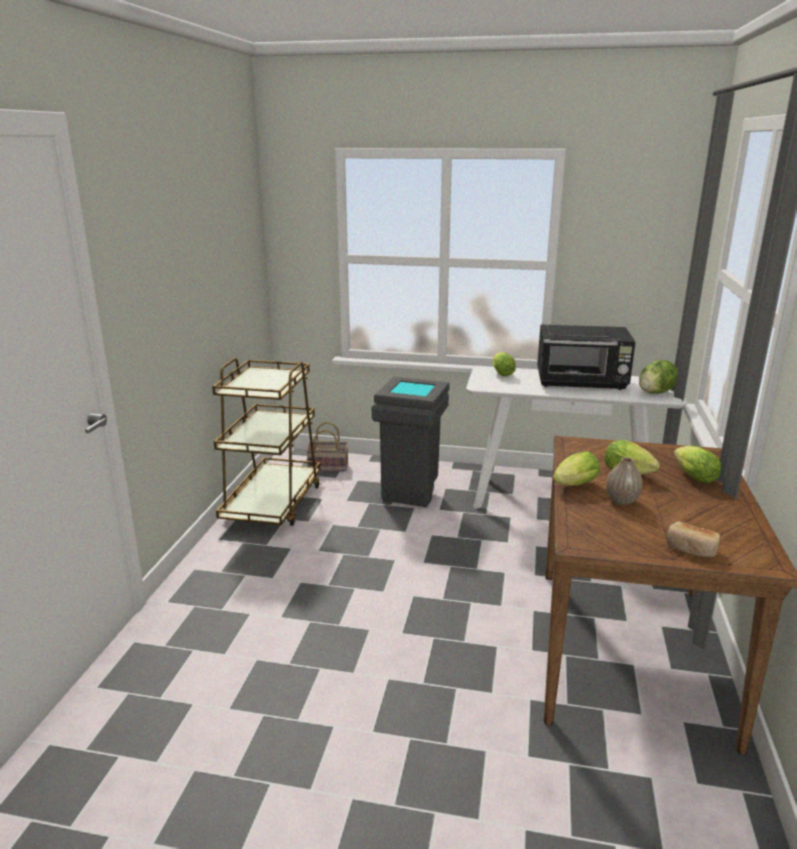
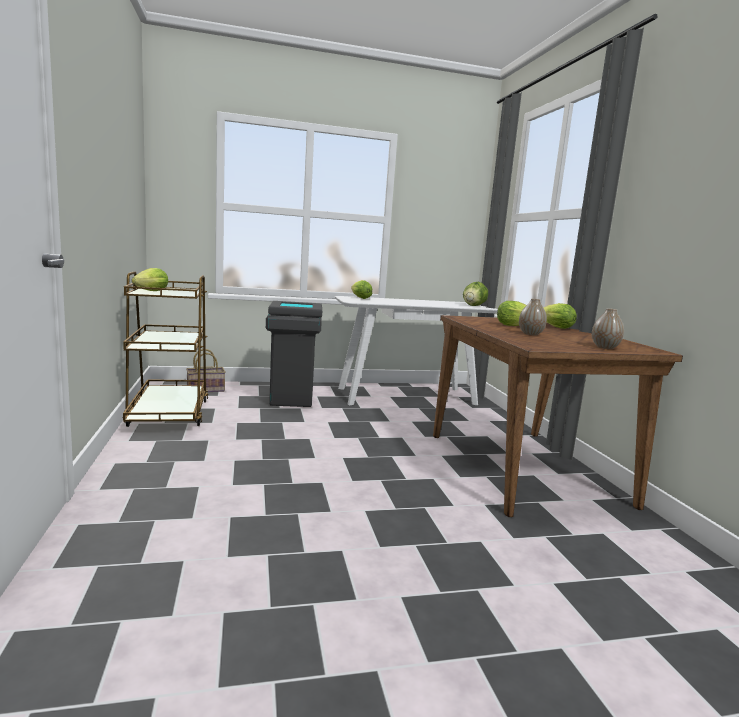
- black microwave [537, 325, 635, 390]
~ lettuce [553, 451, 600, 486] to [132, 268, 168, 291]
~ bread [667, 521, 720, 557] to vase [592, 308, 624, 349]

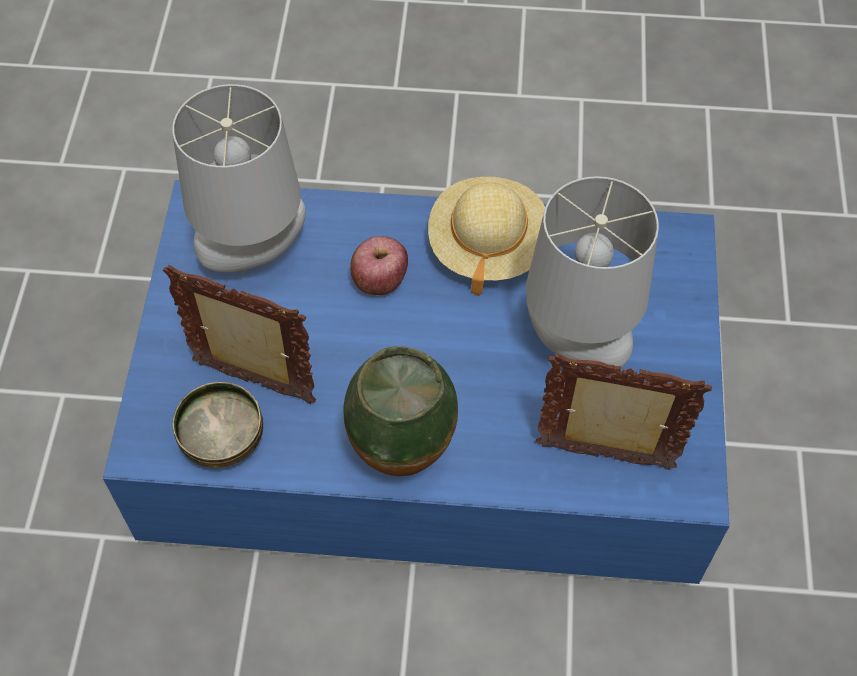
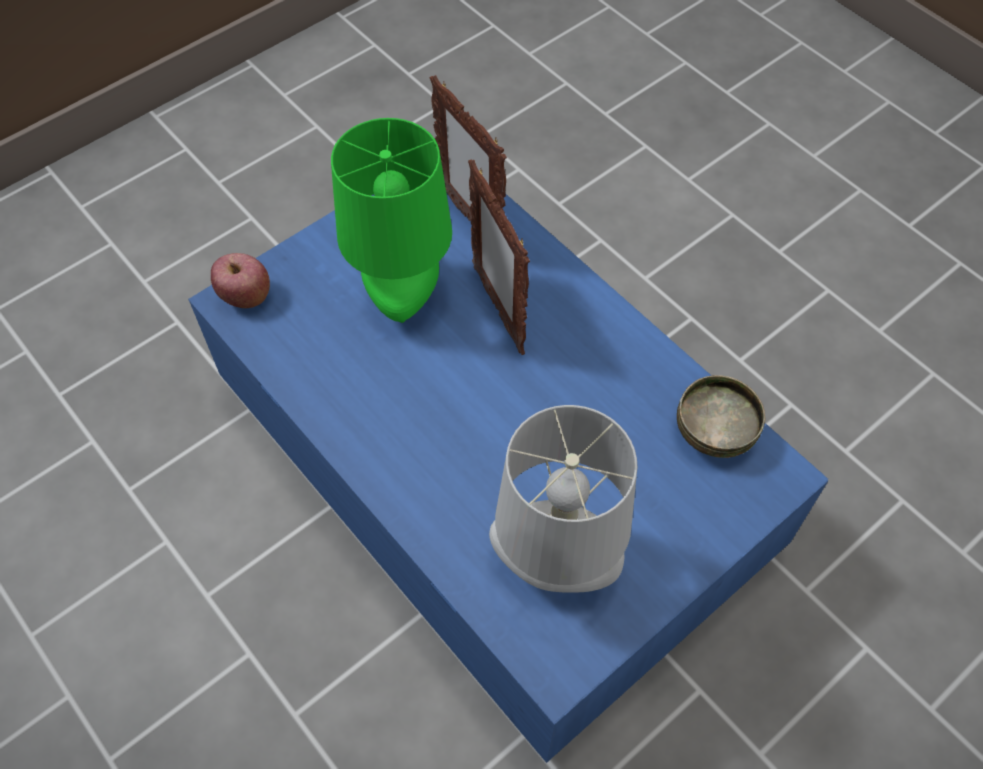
- vase [343, 346, 458, 476]
- beige hat [428, 177, 545, 296]
~ picture frame [163, 265, 316, 404] to [468, 159, 530, 355]
~ apple [350, 236, 408, 295] to [211, 253, 270, 308]
~ grey table lamp [526, 176, 659, 369] to green table lamp [331, 118, 452, 323]

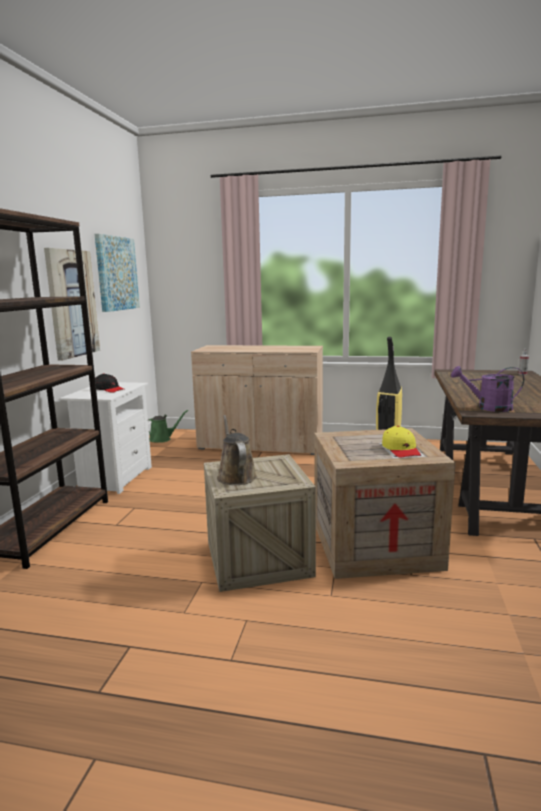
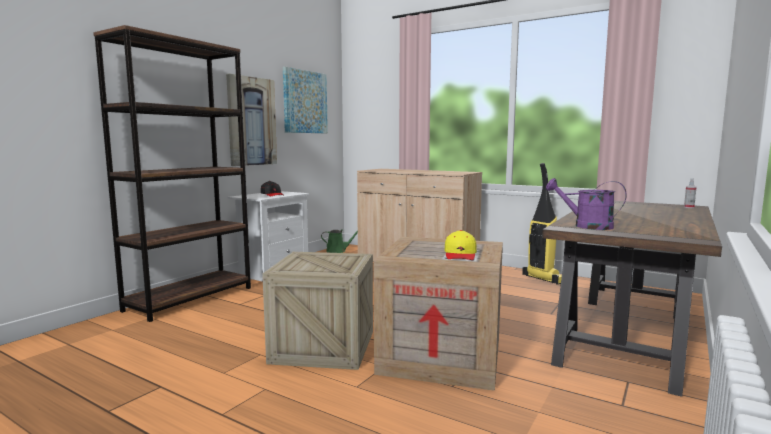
- brown watering can [217, 415, 257, 485]

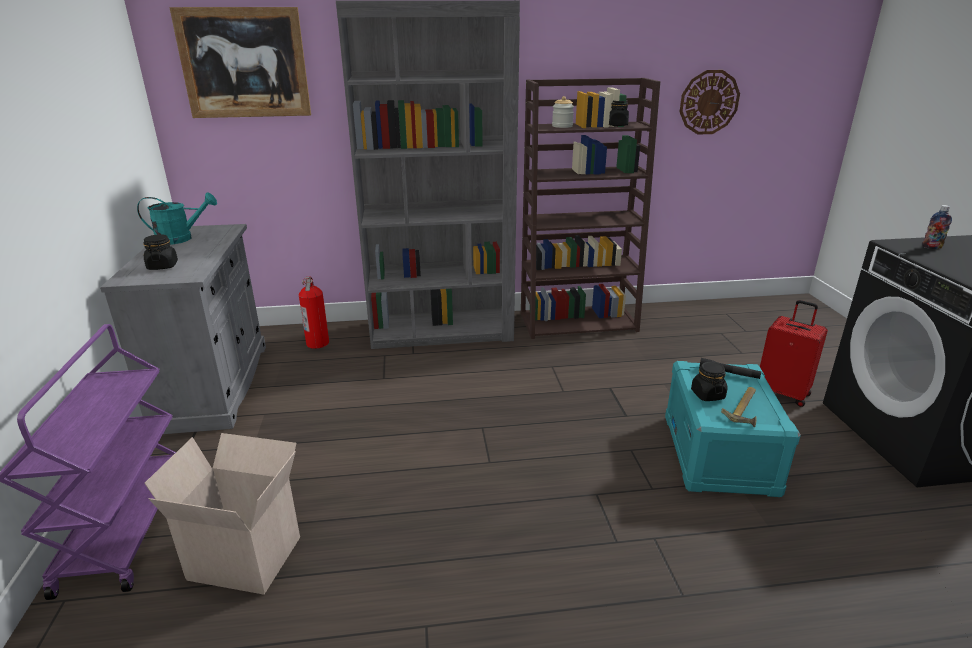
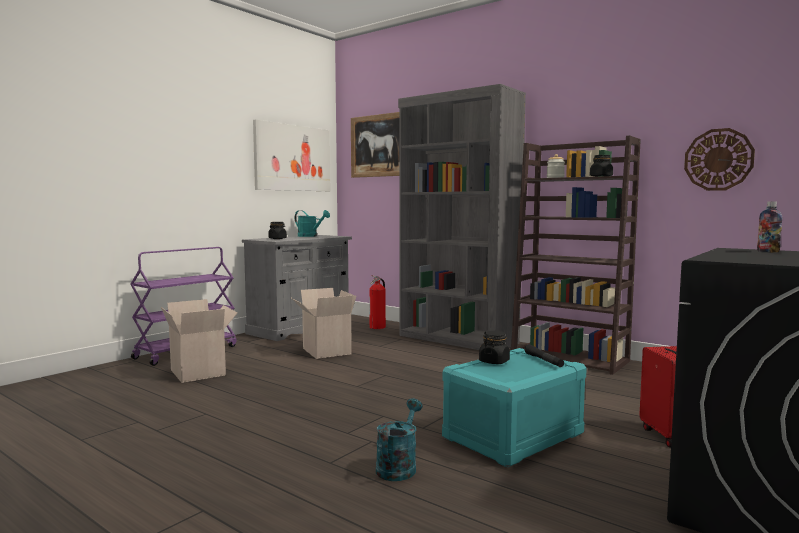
- hammer [721, 387, 757, 427]
+ picture [253, 120, 330, 191]
+ cardboard box [290, 288, 356, 359]
+ turquoise watering can [376, 398, 423, 481]

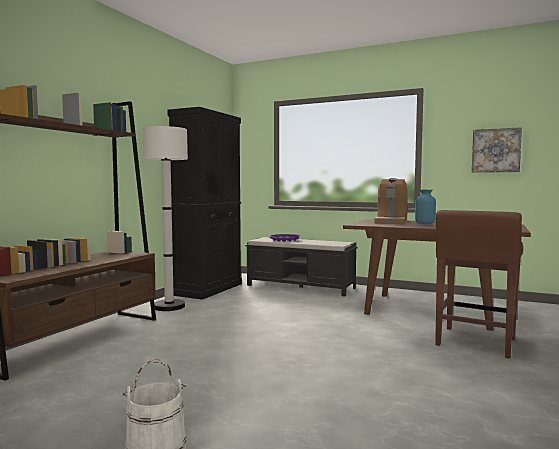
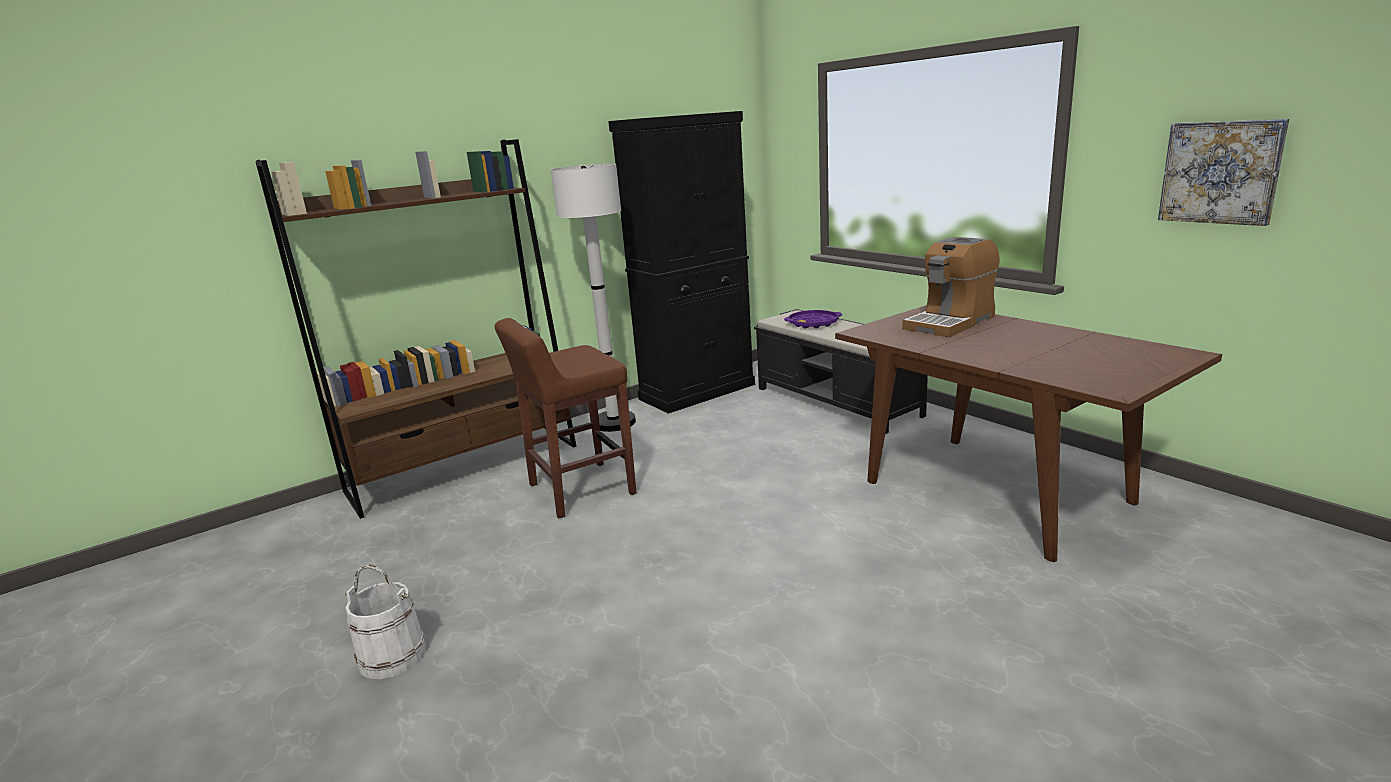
- blue vase [415, 190, 436, 224]
~ brown stool [435, 210, 523, 359] to [494, 318, 636, 518]

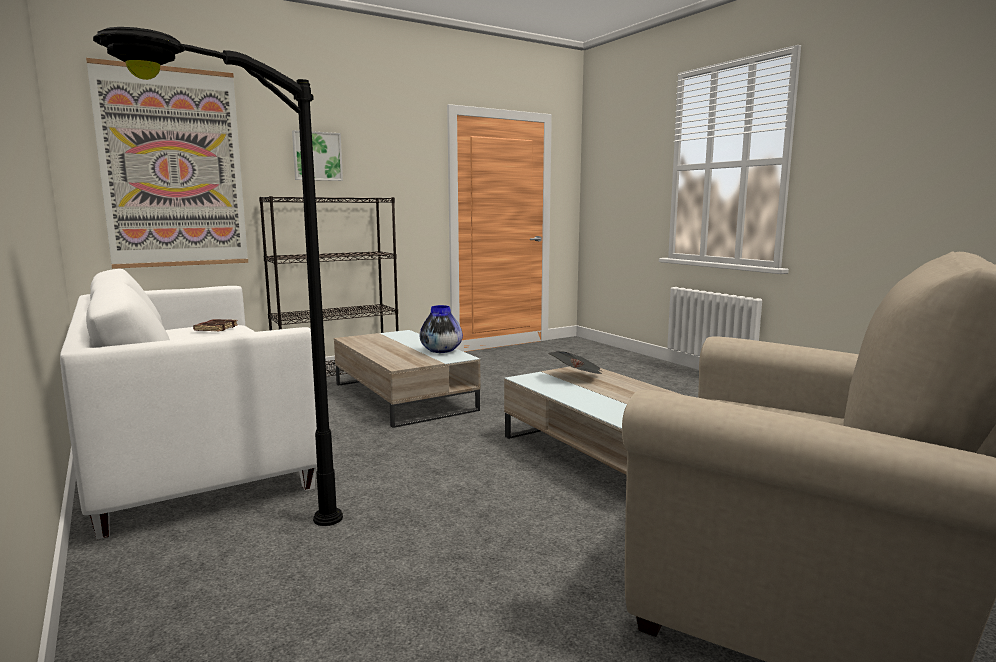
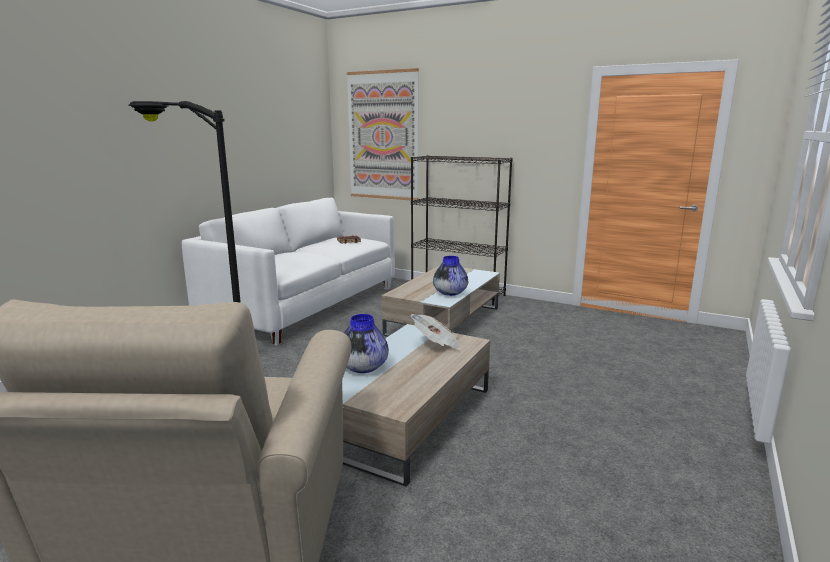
- picture [292, 130, 343, 181]
+ vase [344, 314, 389, 373]

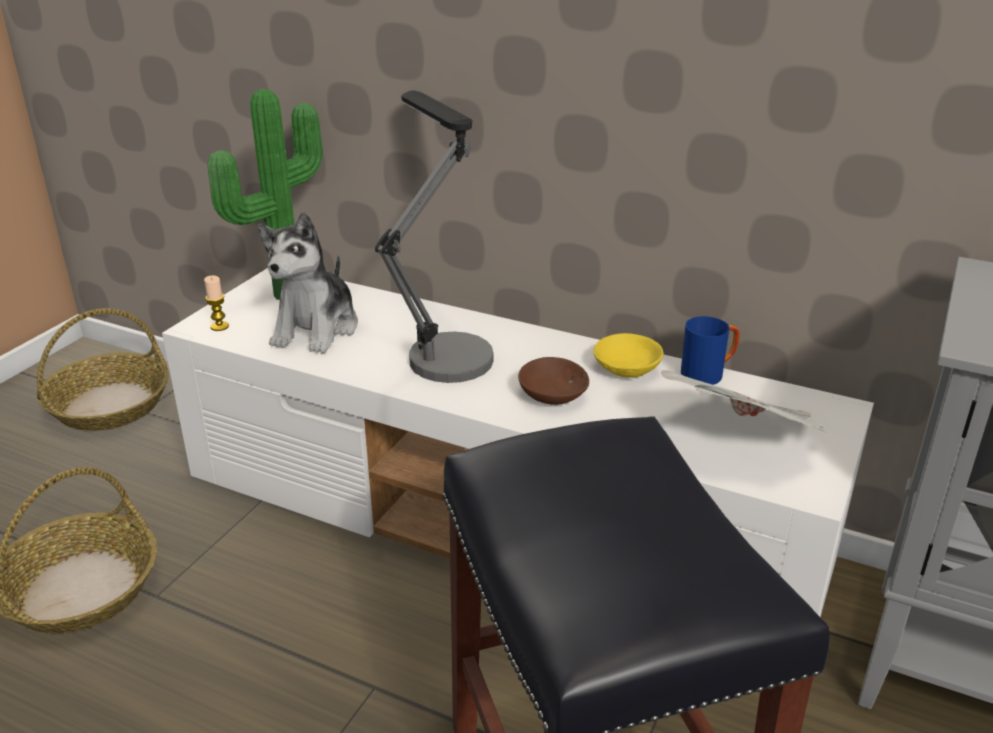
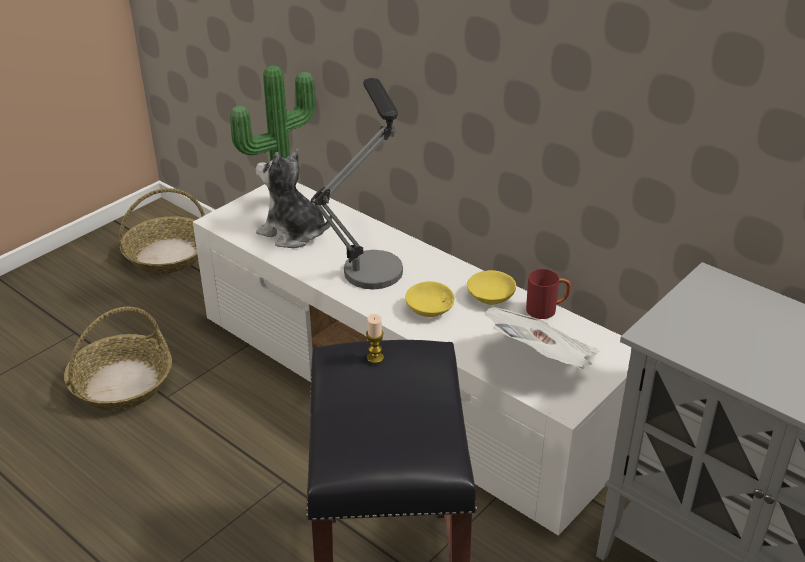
~ candle [204, 275, 229, 331] to [366, 314, 384, 364]
~ brown bowl [518, 357, 589, 405] to yellow bowl [405, 281, 454, 317]
~ blue mug [681, 316, 740, 385] to red mug [526, 269, 571, 319]
~ plush toy [258, 212, 358, 354] = [256, 149, 332, 248] 90 degrees clockwise

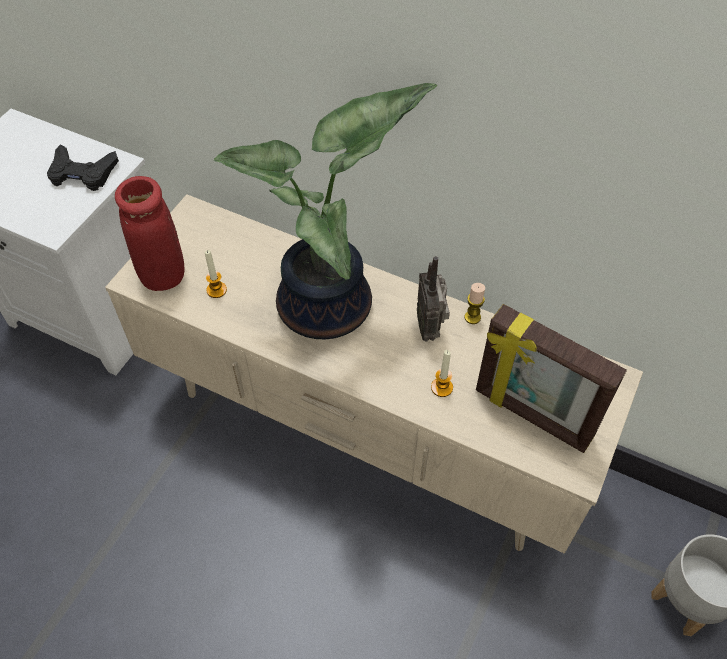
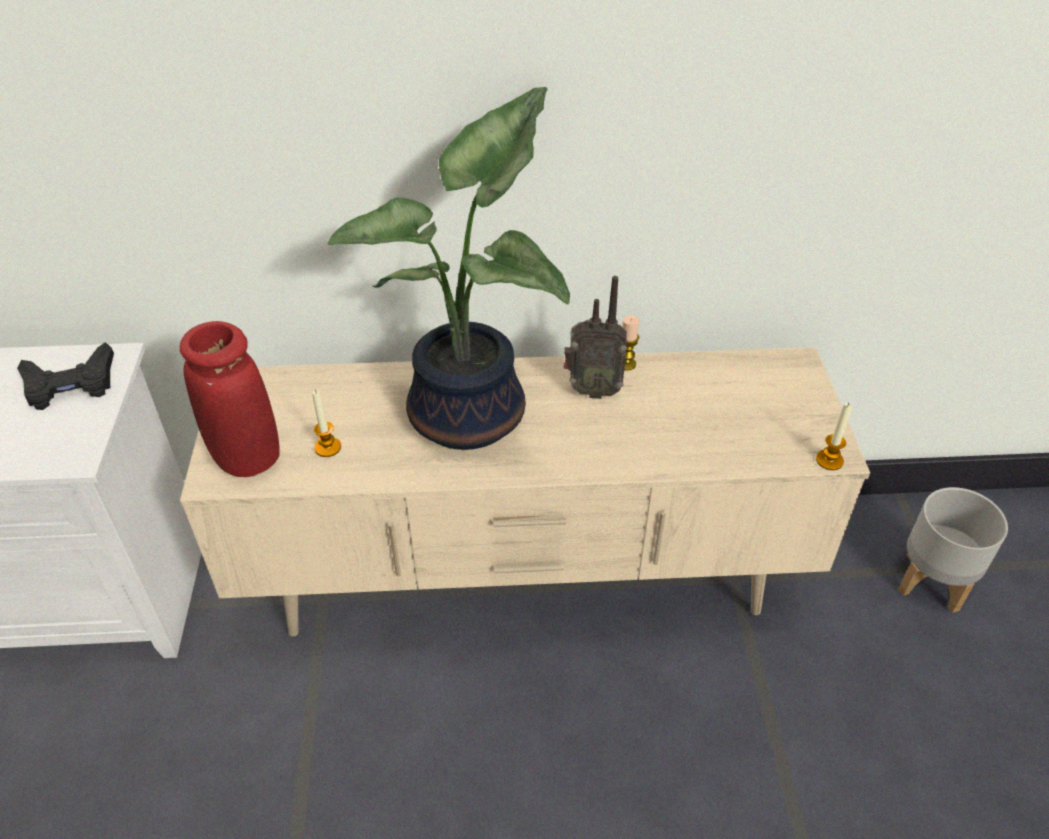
- picture frame [476, 304, 627, 453]
~ candle [431, 350, 453, 397] to [816, 403, 852, 470]
~ radio [417, 256, 450, 342] = [564, 276, 627, 399] 45 degrees counterclockwise

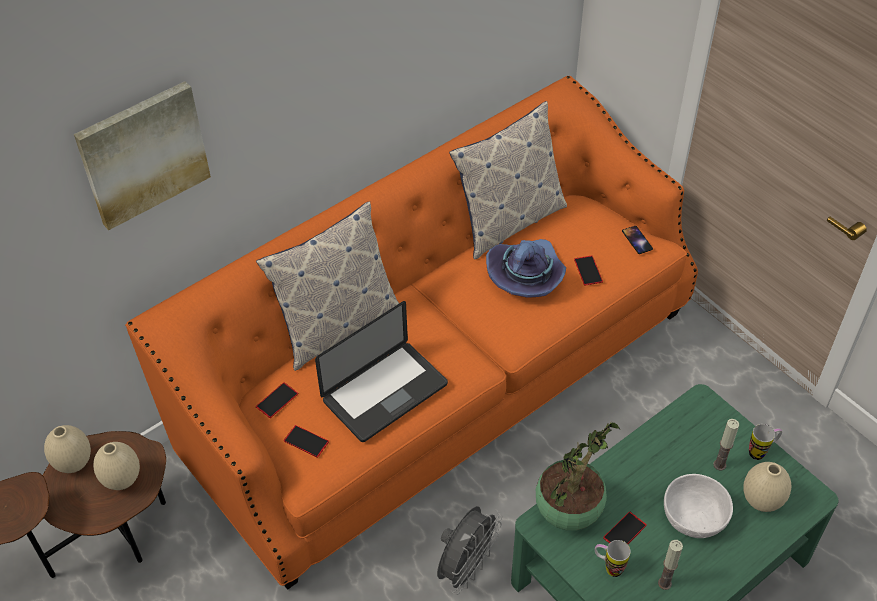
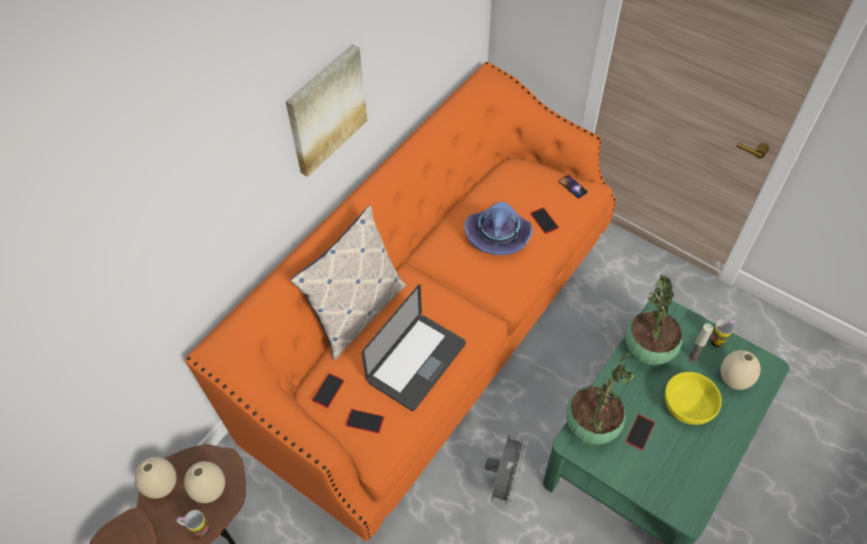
- pillow [449, 101, 567, 260]
- candle [658, 540, 683, 590]
+ potted plant [625, 275, 682, 365]
~ picture [74, 81, 211, 230] to [286, 44, 367, 177]
~ mug [595, 540, 631, 577] to [176, 510, 209, 537]
~ white bowl [664, 474, 733, 538] to yellow bowl [665, 372, 722, 425]

